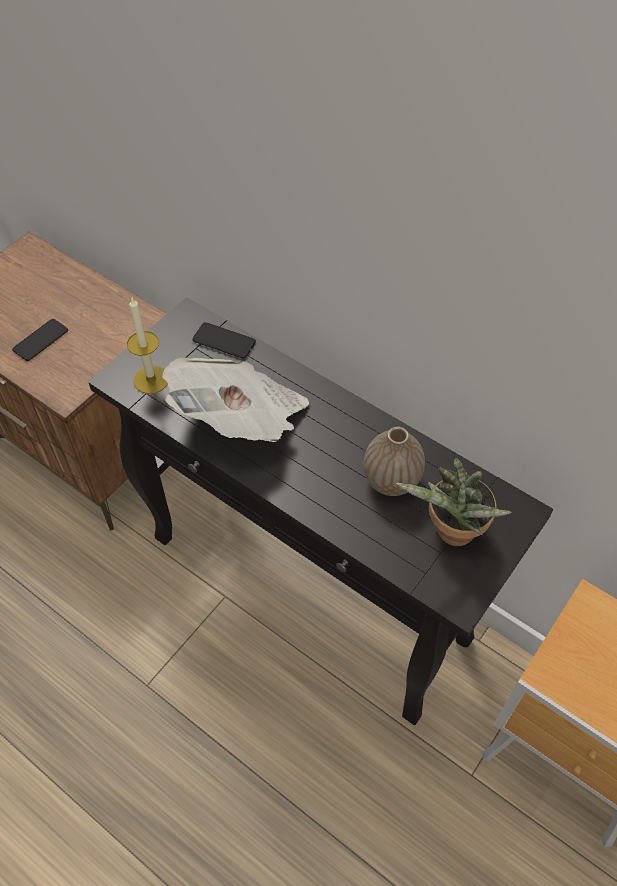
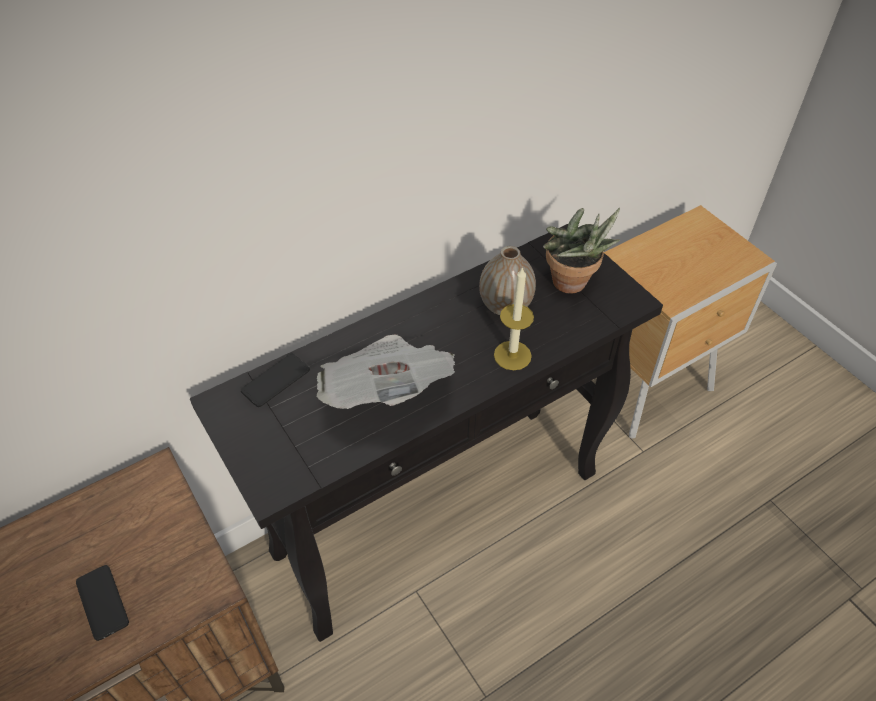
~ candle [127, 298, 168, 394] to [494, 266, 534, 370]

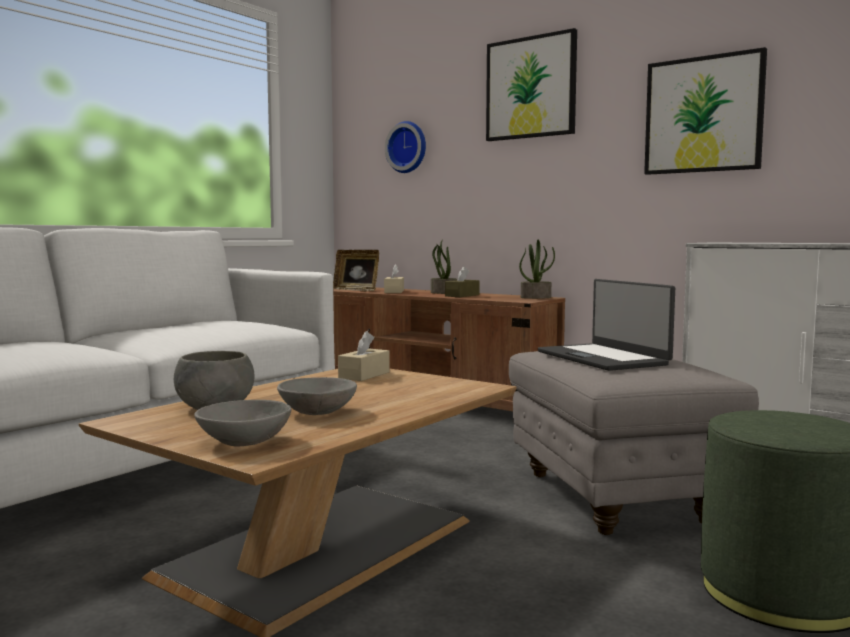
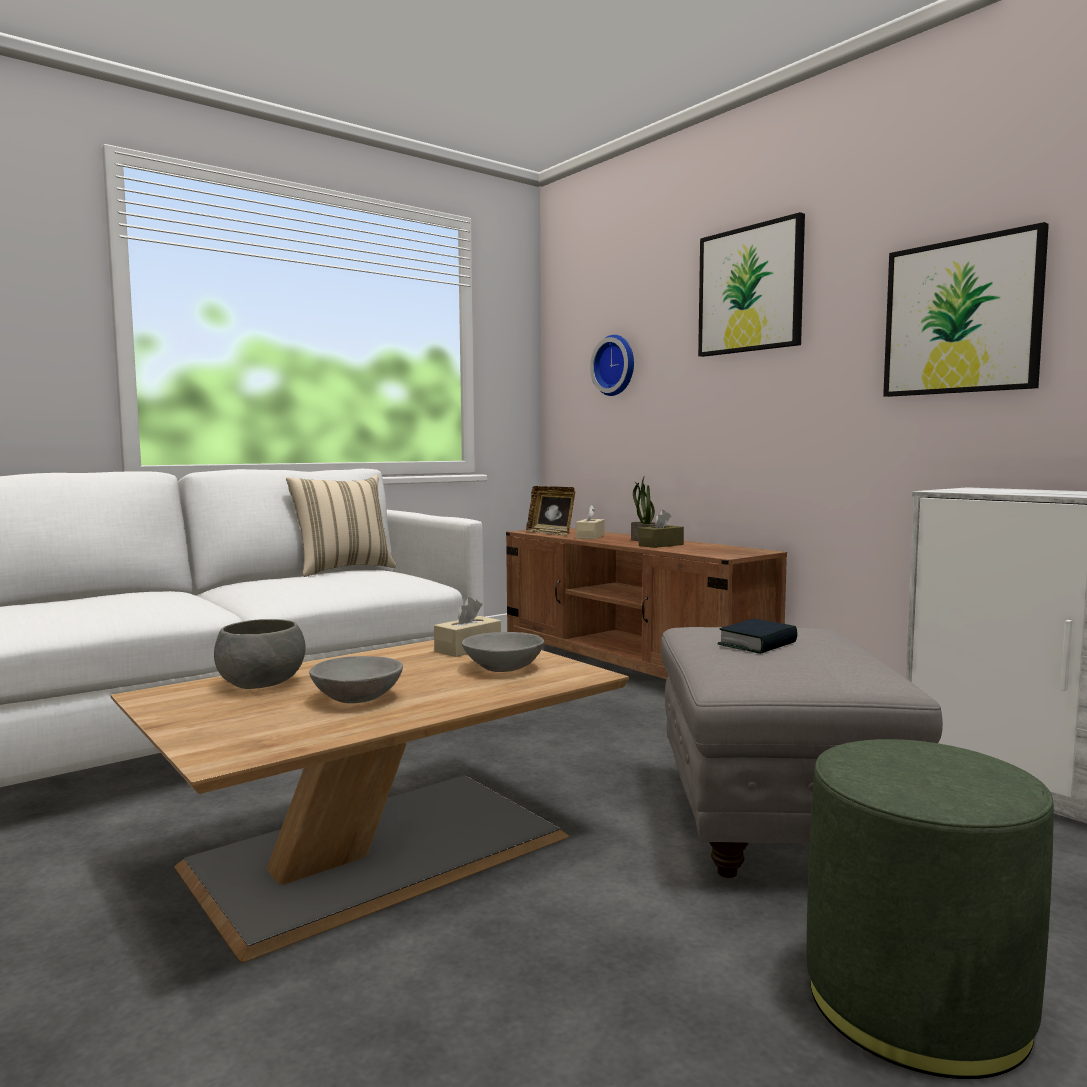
- potted plant [519, 239, 555, 299]
+ beige pillow [286, 475, 397, 577]
~ grey bowl [194, 400, 292, 447] to [462, 632, 544, 672]
~ laptop [538, 279, 675, 371] to book [718, 618, 797, 654]

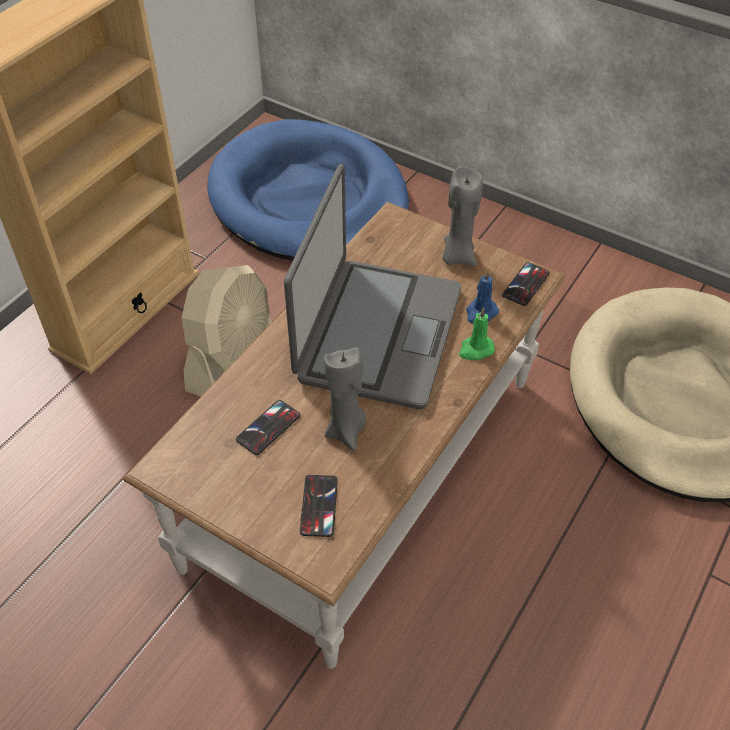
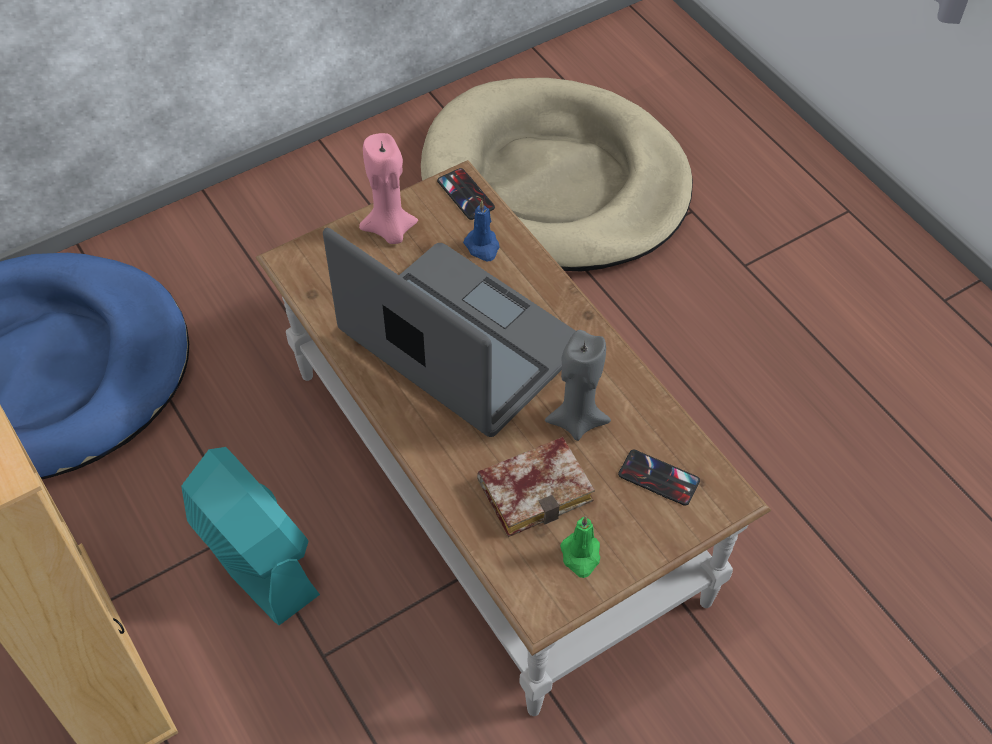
~ green candle [459, 307, 495, 360] to [560, 516, 600, 578]
~ phone [236, 400, 300, 455] to book [477, 437, 595, 537]
~ beige fan [181, 265, 272, 397] to turquoise fan [181, 447, 320, 625]
~ grey candle [442, 166, 483, 266] to pink candle [359, 133, 418, 244]

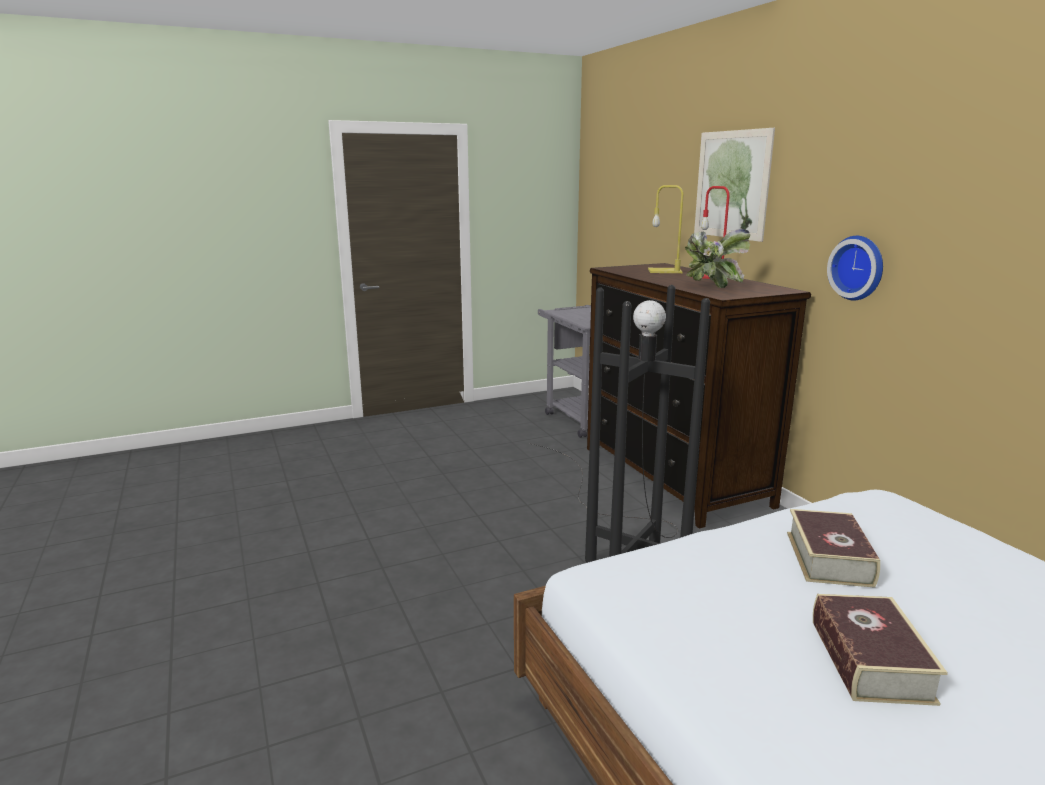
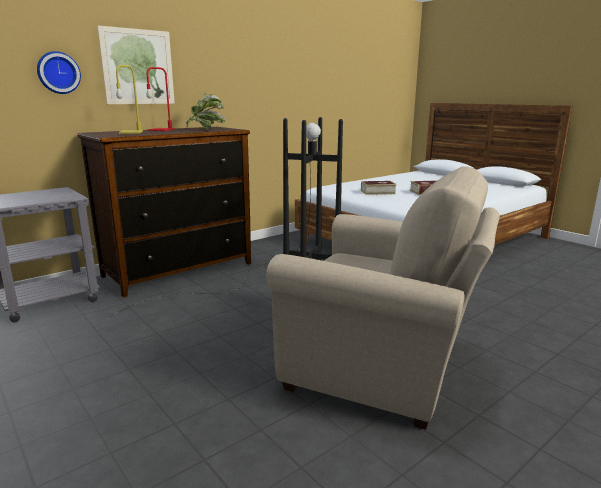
+ beige armchair [266, 166, 500, 430]
~ wall clock [827, 236, 883, 301] to [37, 51, 81, 94]

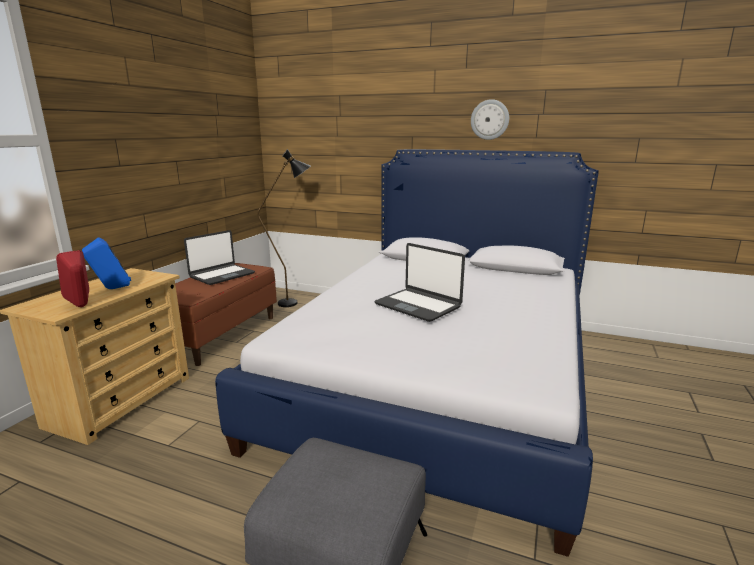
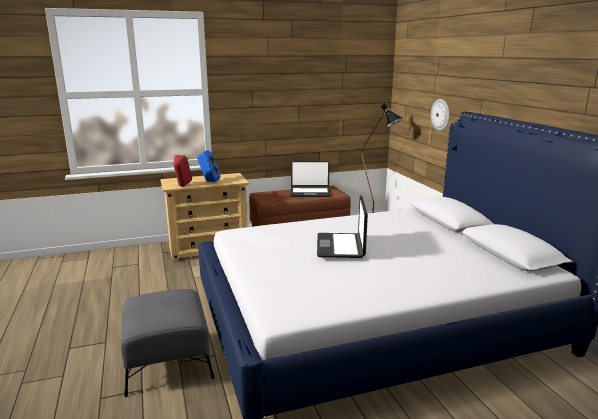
~ wall clock [471, 99, 509, 140] to [431, 99, 450, 131]

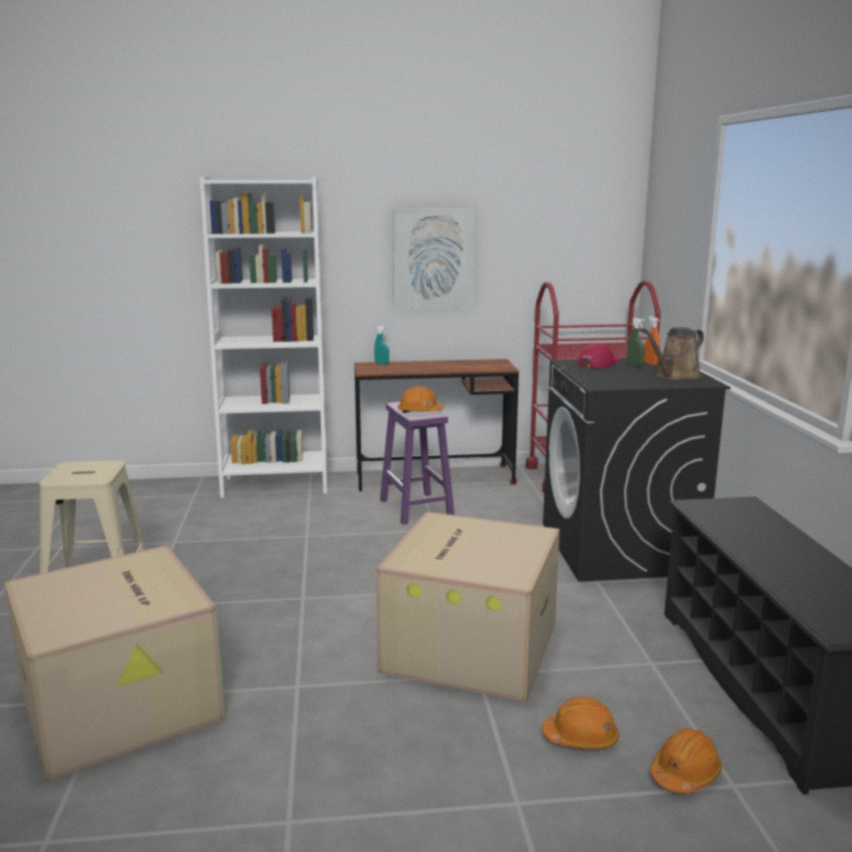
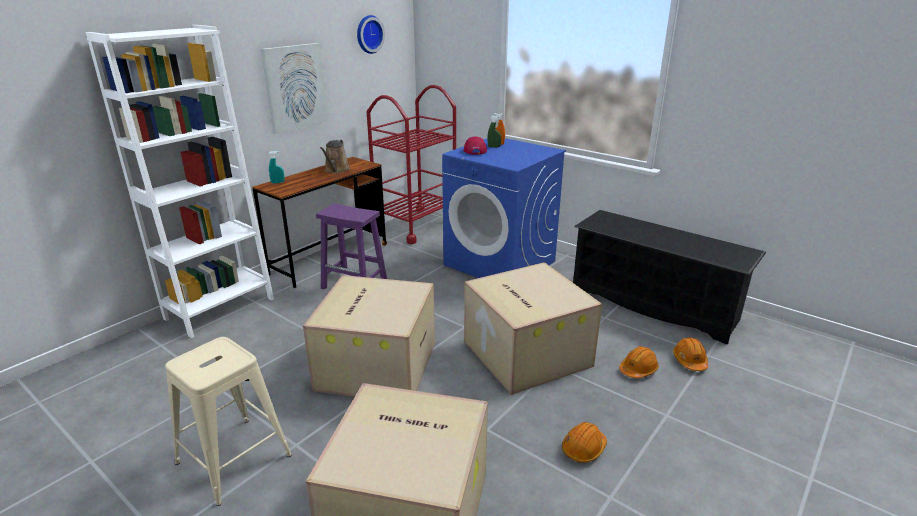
+ cardboard box [303, 275, 435, 397]
+ wall clock [357, 15, 385, 54]
~ orange hard hat [398, 386, 445, 413] to [562, 422, 607, 463]
~ brown watering can [642, 327, 704, 380] to [320, 140, 350, 173]
~ black washing machine [543, 358, 730, 582] to blue washing machine [442, 138, 566, 278]

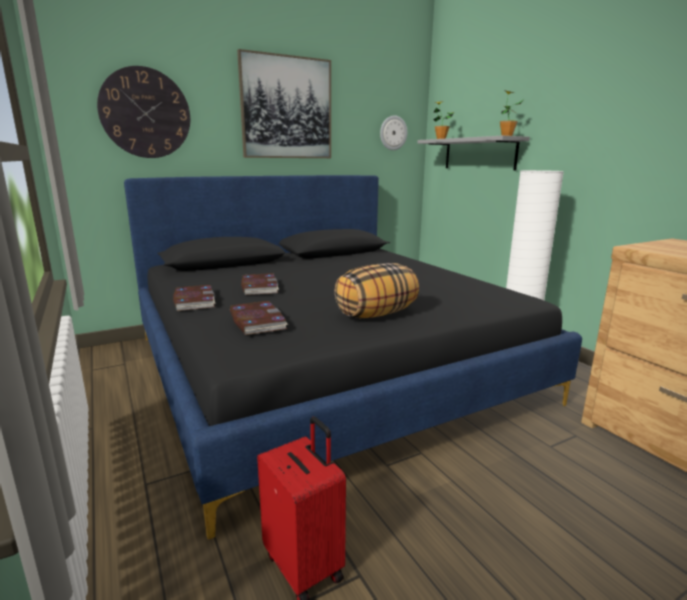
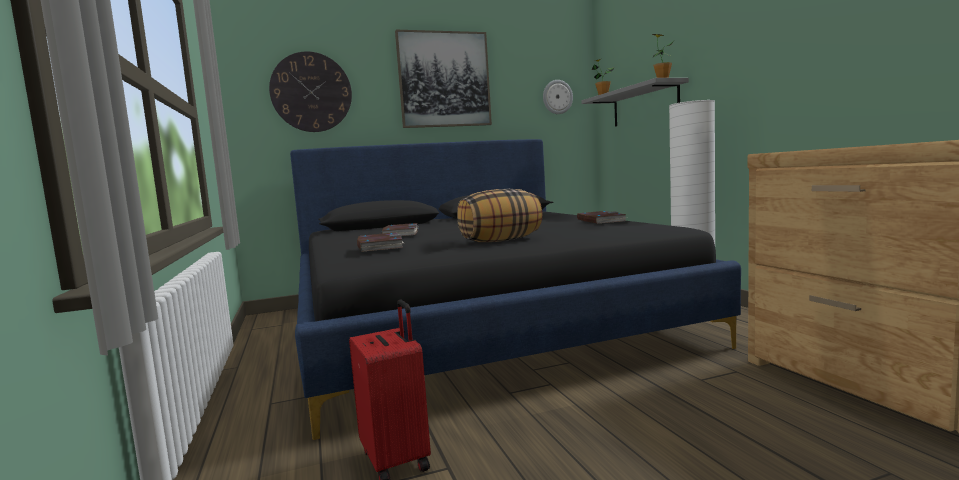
~ book [173, 285, 216, 311] to [577, 211, 627, 223]

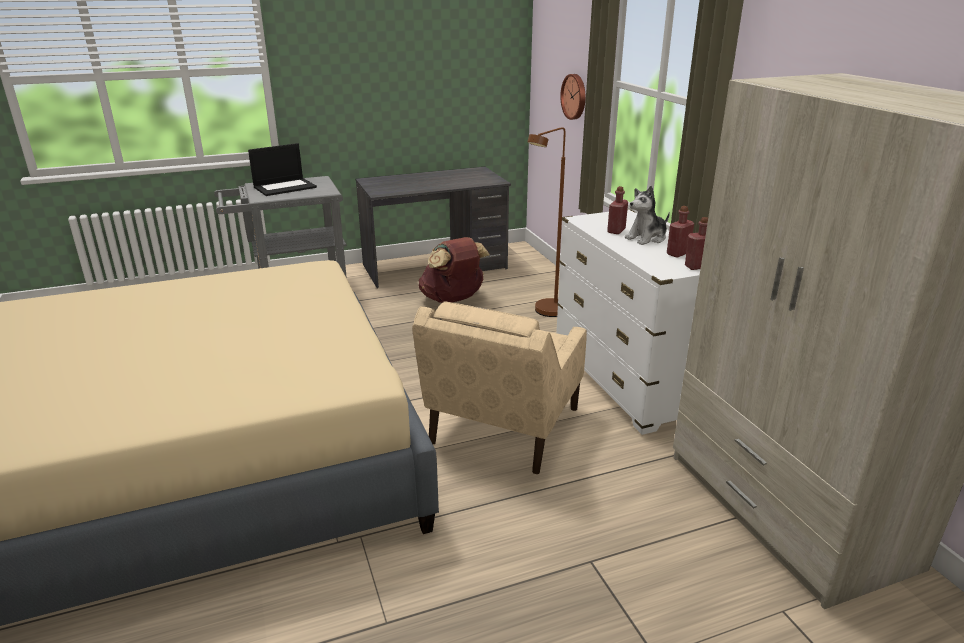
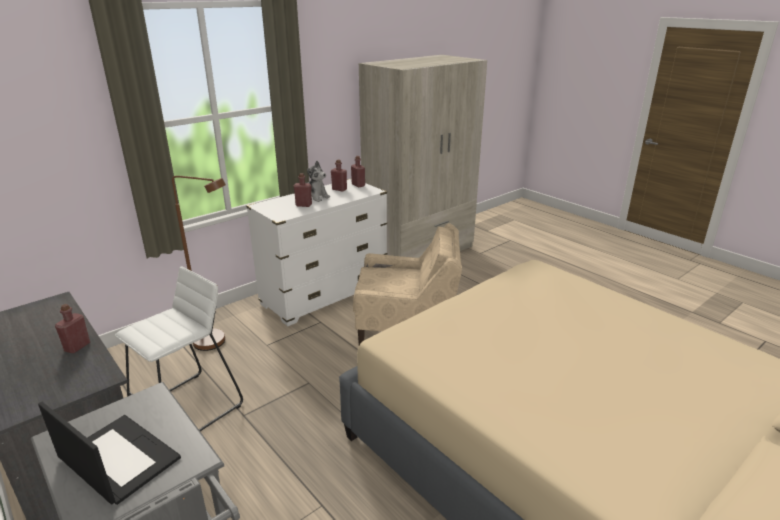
- wall clock [560, 74, 585, 120]
+ red bottle [55, 304, 90, 353]
~ brown backpack [419, 237, 490, 303] to white stool [115, 266, 243, 431]

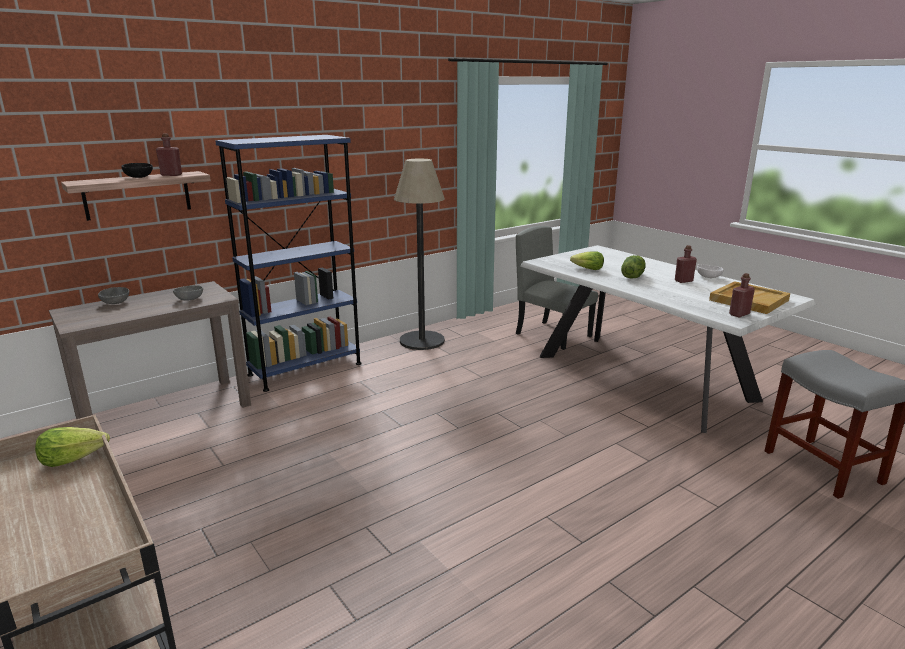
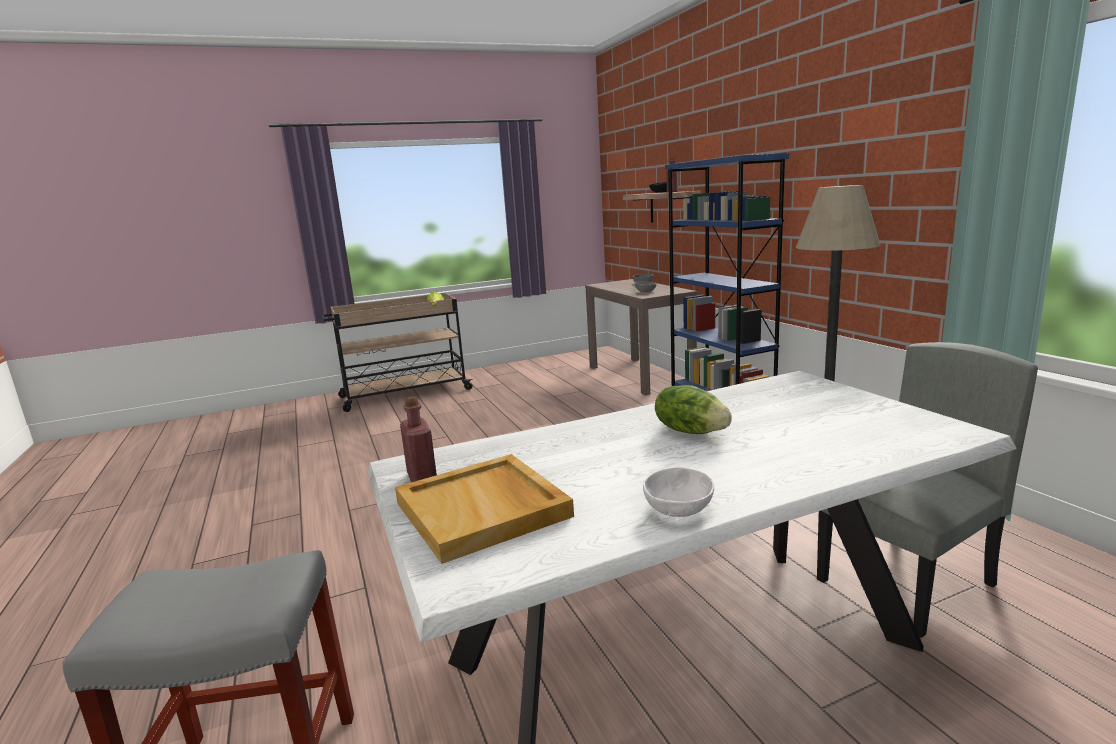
- lettuce [570, 251, 604, 270]
- red bottle [675, 245, 697, 283]

